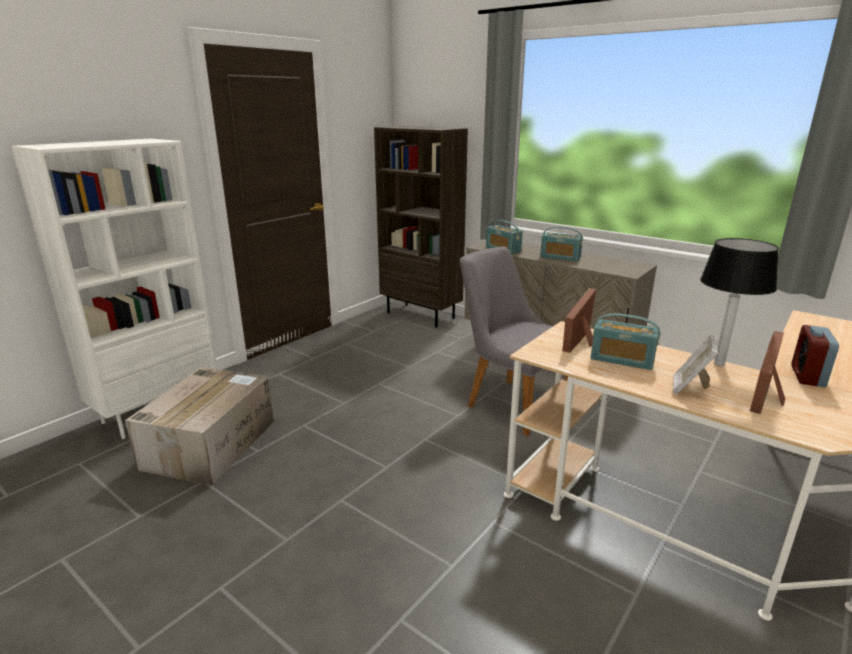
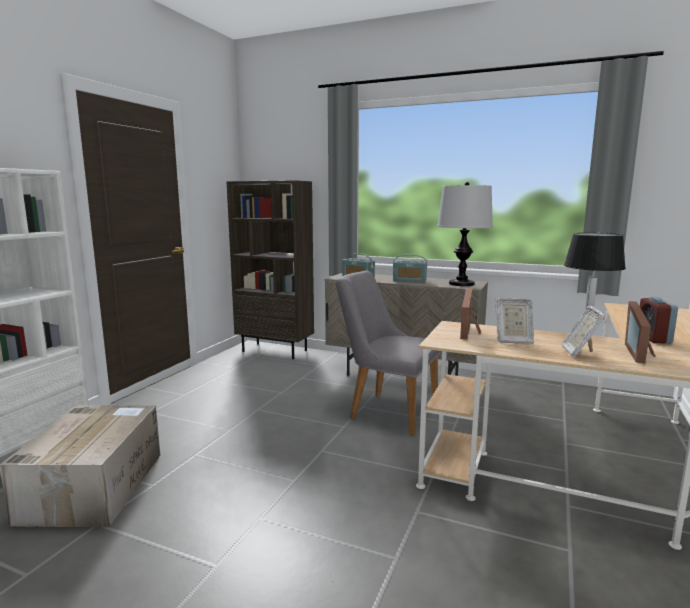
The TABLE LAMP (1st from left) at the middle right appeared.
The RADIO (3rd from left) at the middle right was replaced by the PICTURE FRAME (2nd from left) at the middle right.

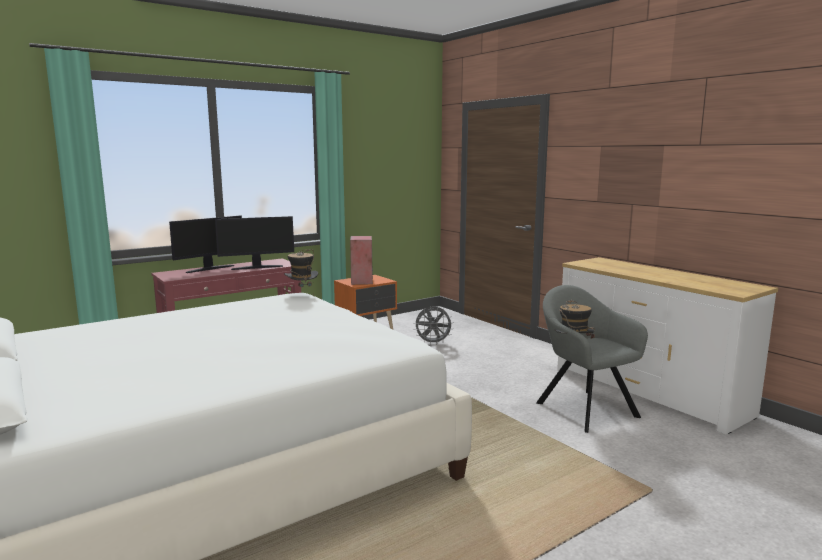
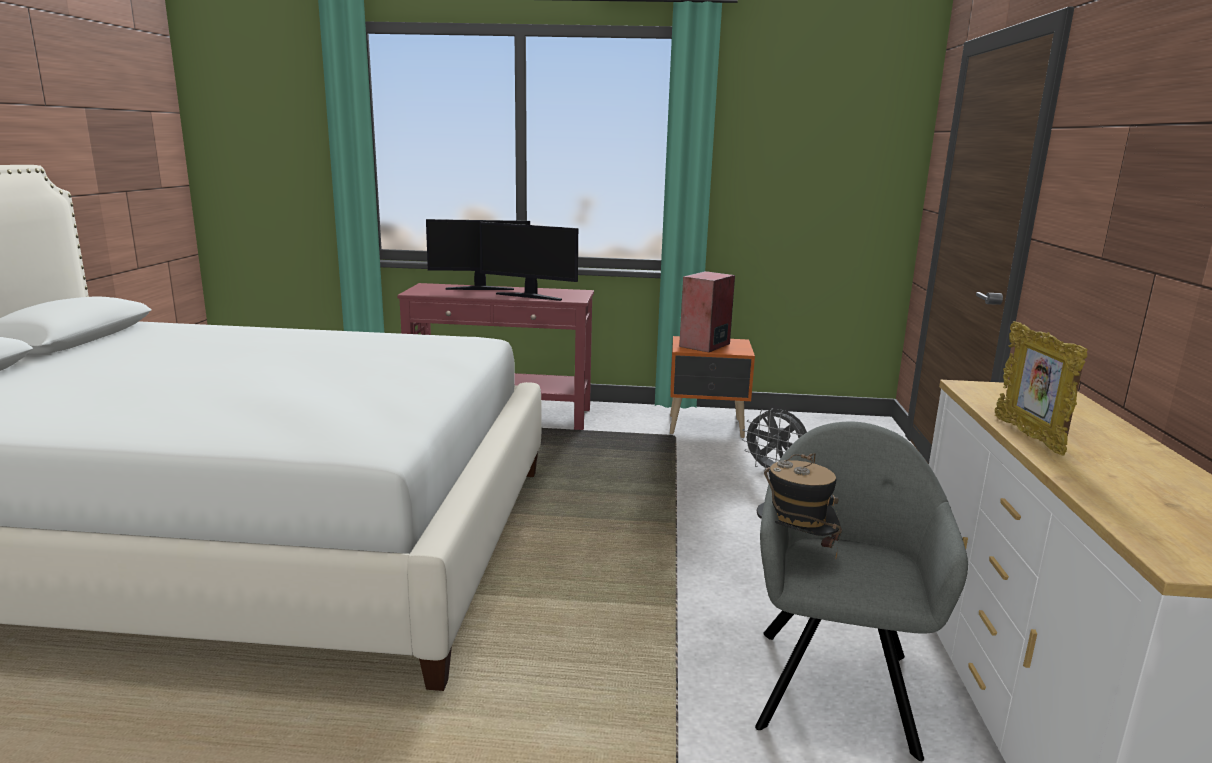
The HAT (1st from left) at the centre disappeared.
The PICTURE FRAME at the middle right appeared.

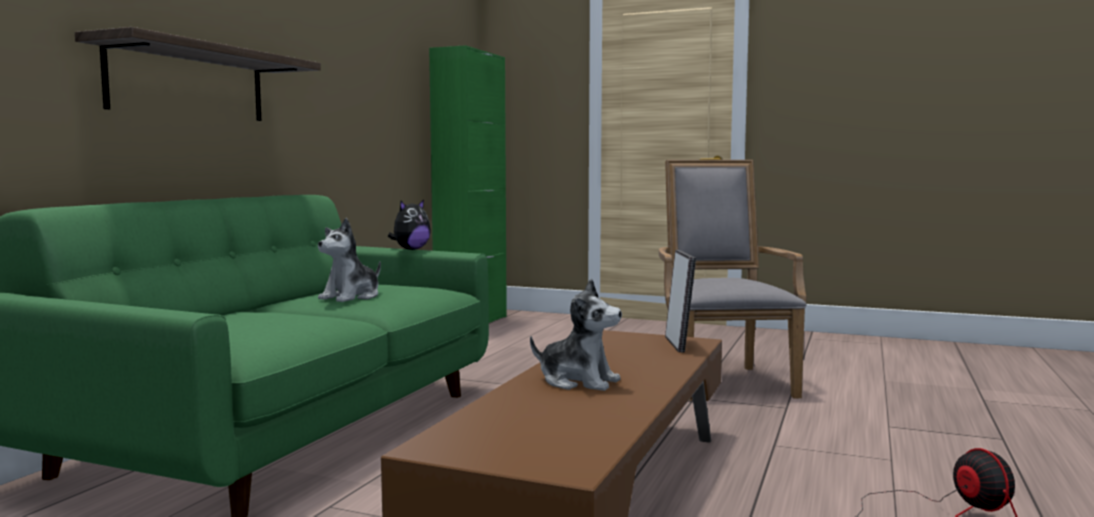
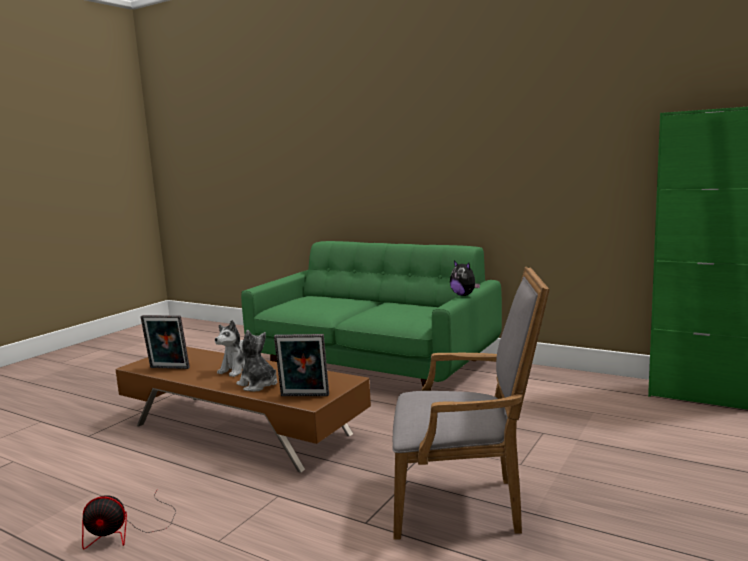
The SHELF at the top left disappeared.
The PICTURE FRAME (1st from left) at the middle left appeared.
The PLUSH TOY (1st from left in the first image) moved from the middle left to the centre.

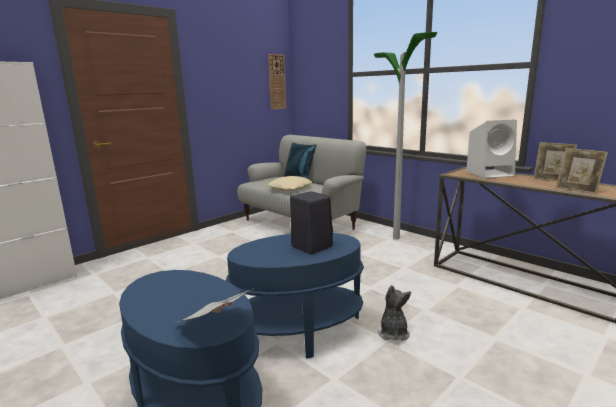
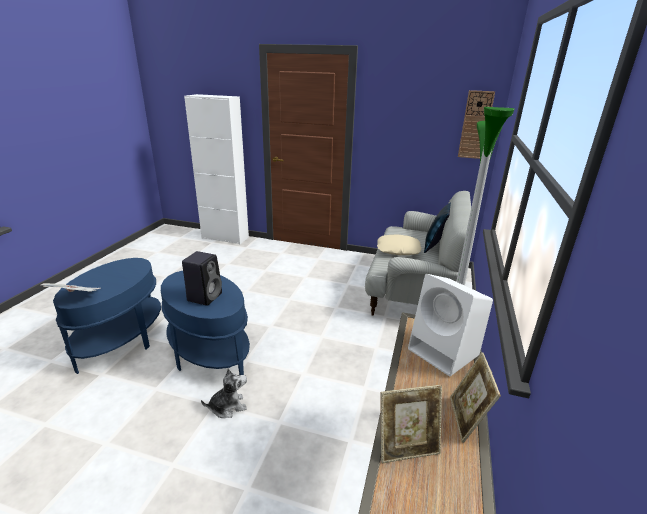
The PICTURE FRAME (2nd from left in the first image) at the middle right turned 120 degrees counterclockwise.

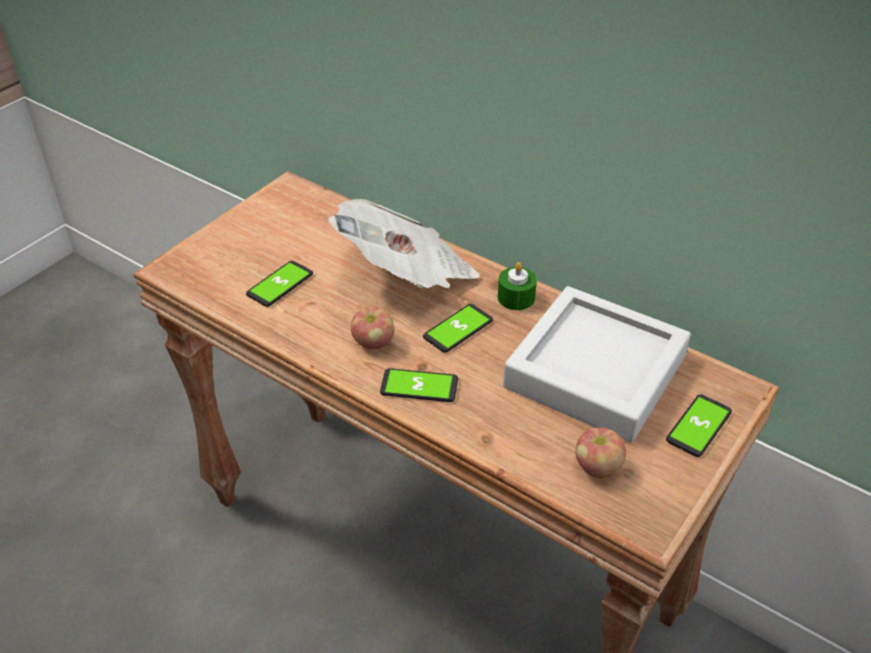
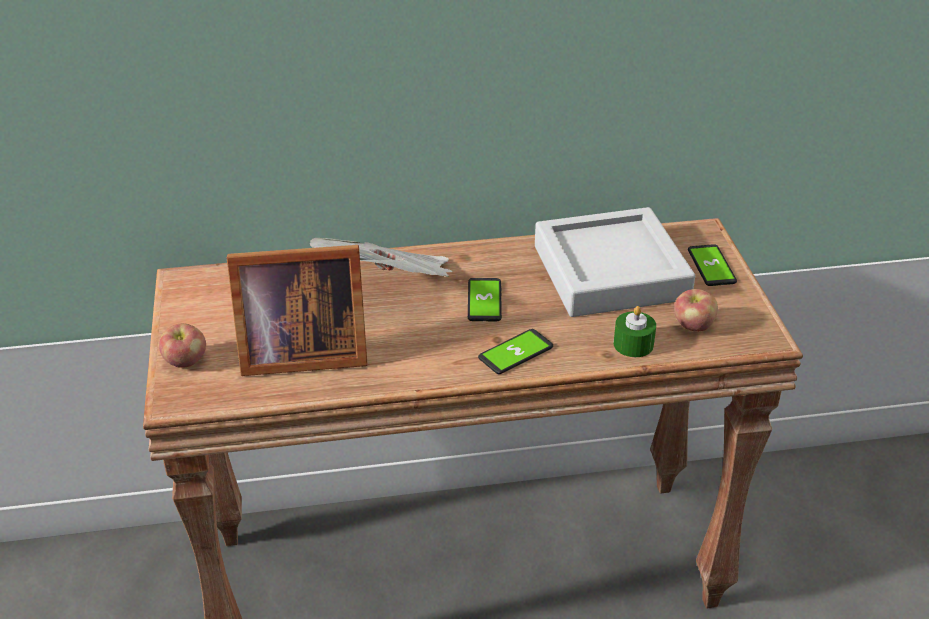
The APPLE (1st from left) moved from the centre to the middle left.
The GREEN CANDLE moved from the centre to the middle right.
The PHONE (1st from left) at the middle left was replaced by the PICTURE FRAME at the middle left.

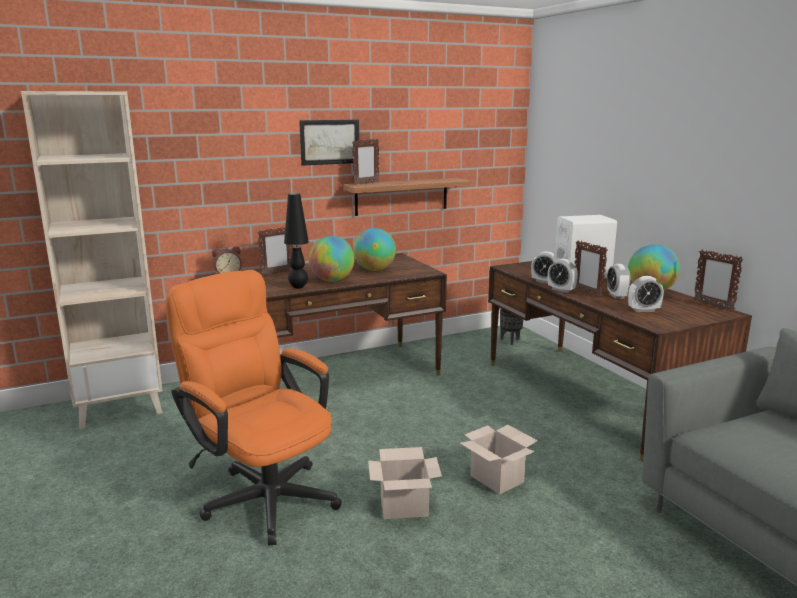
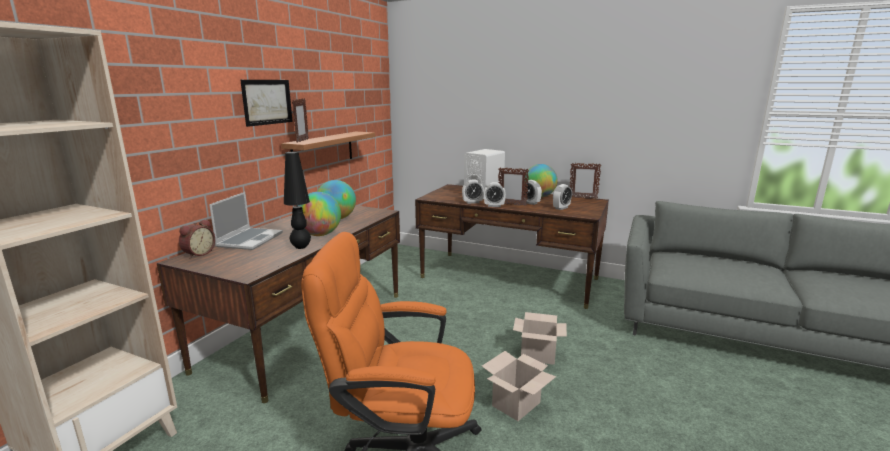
The BLACK PLANTER at the centre disappeared.
The PICTURE FRAME (1st from left) at the centre was replaced by the LAPTOP at the middle left.

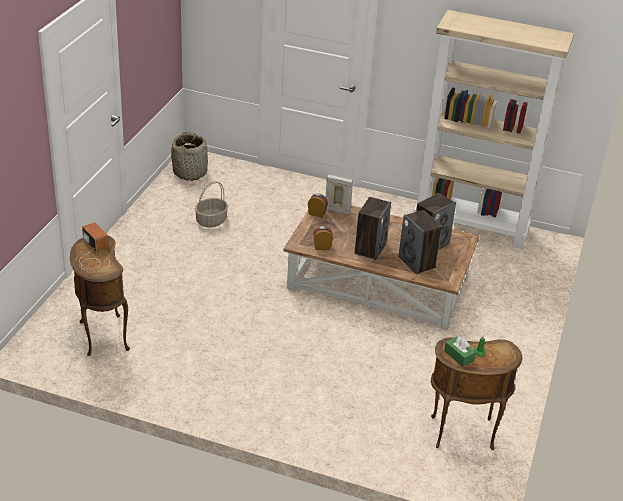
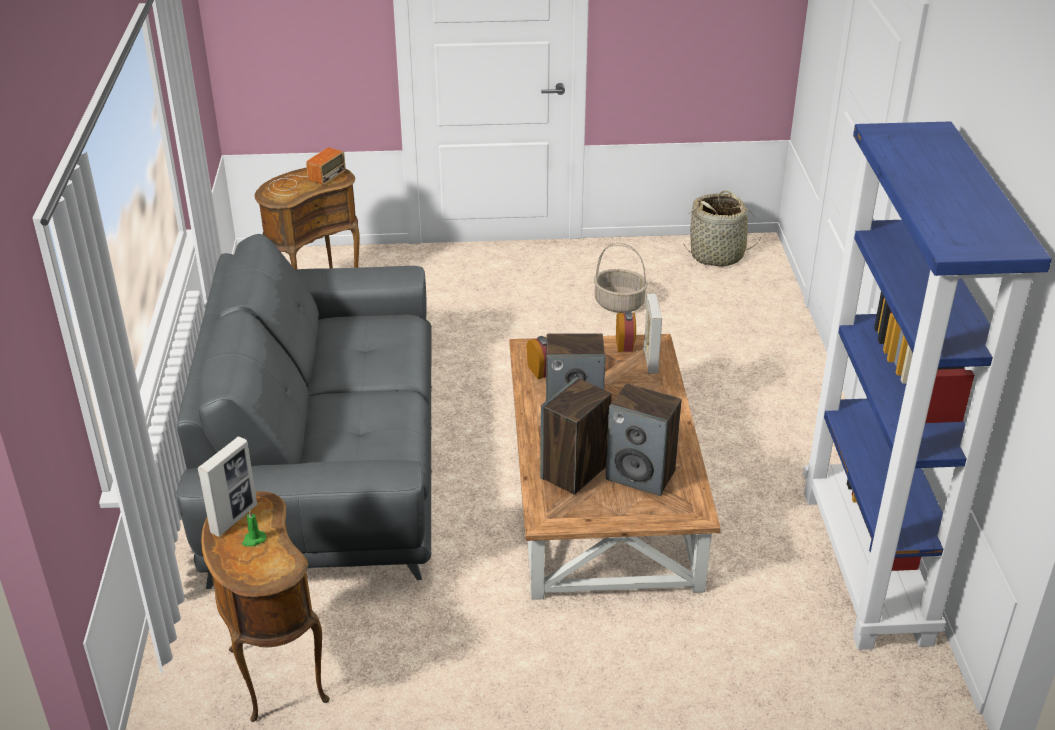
The GREY SOFA at the middle left appeared.
The GREEN TISSUE BOX at the bottom right was replaced by the PICTURE FRAME (1st from left) at the middle left.
The BEIGE BOOKCASE at the top right became the BLUE BOOKCASE at the middle right.

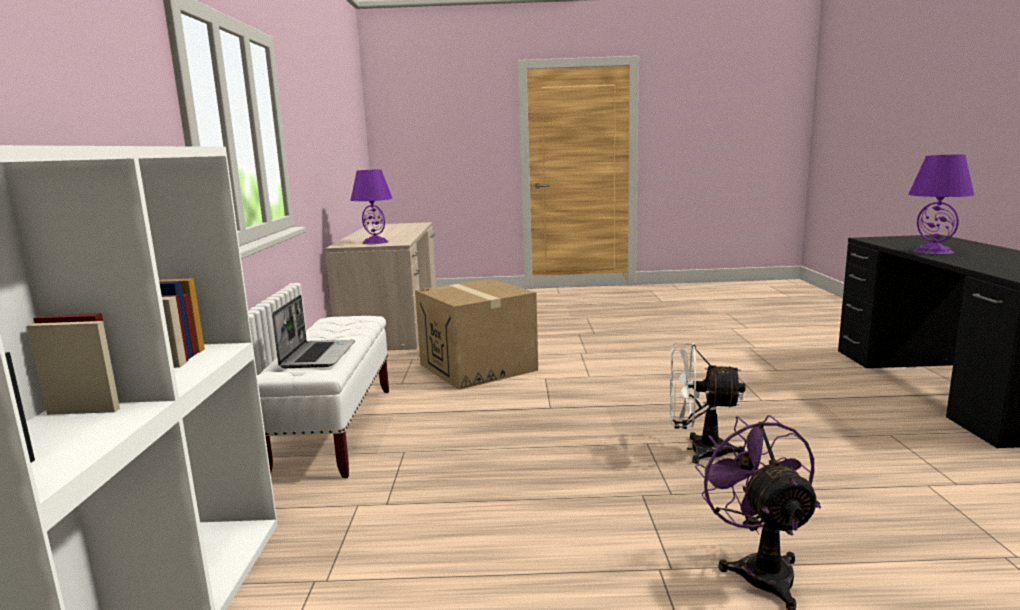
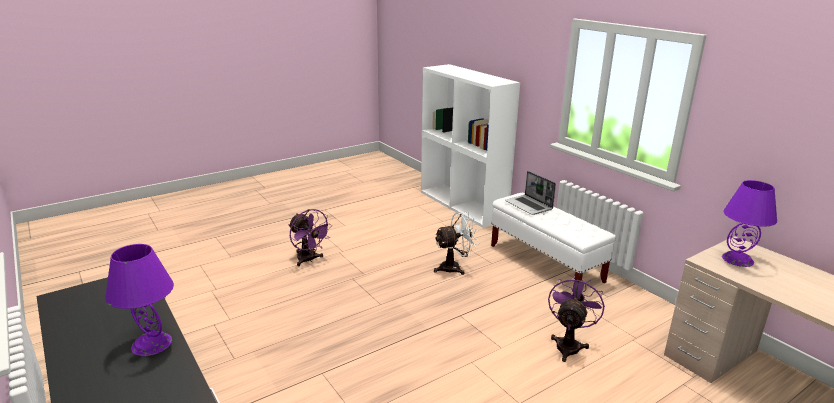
The WHITE FAN moved from the middle right to the centre.
The CARDBOARD BOX at the centre was replaced by the PURPLE FAN (2nd from left) at the bottom right.

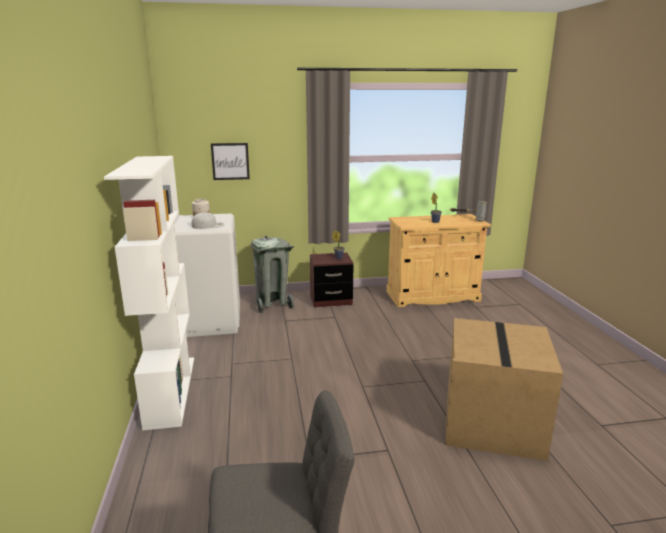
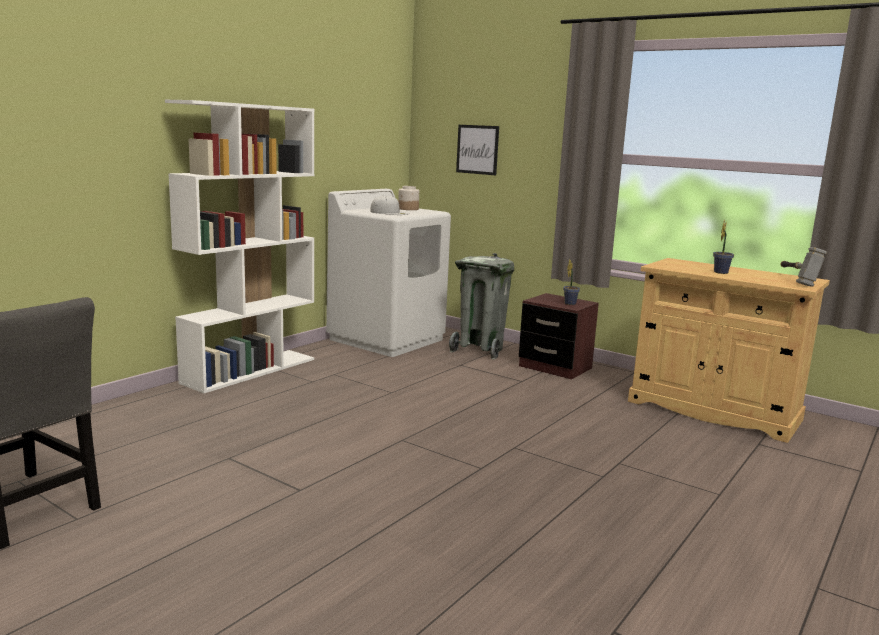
The CARDBOARD BOX at the bottom right disappeared.

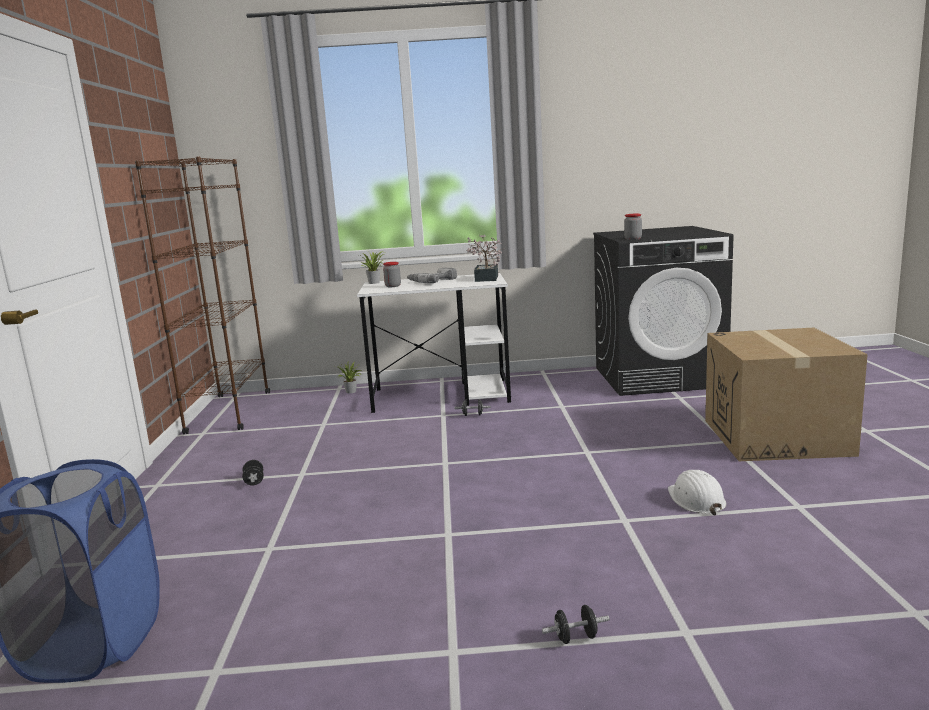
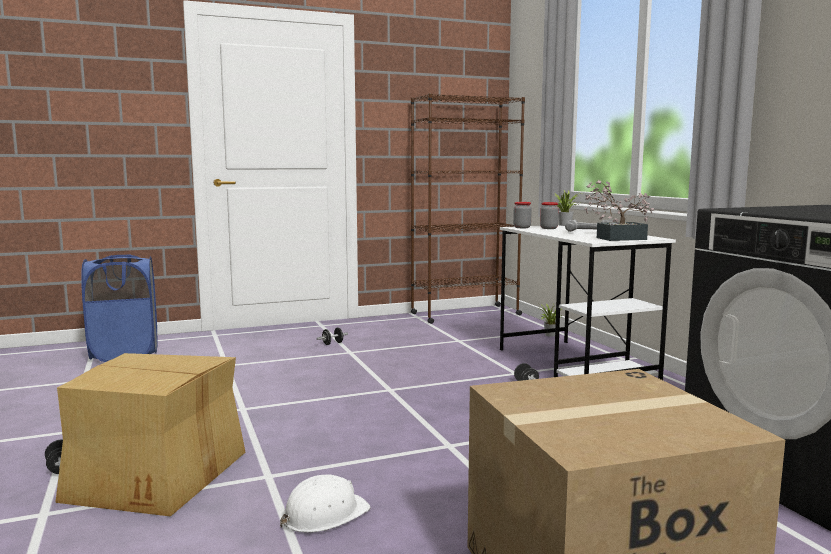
The CARDBOARD BOX (1st from left) at the bottom left appeared.
The JAR (2nd from left in the first image) moved from the top right to the centre.

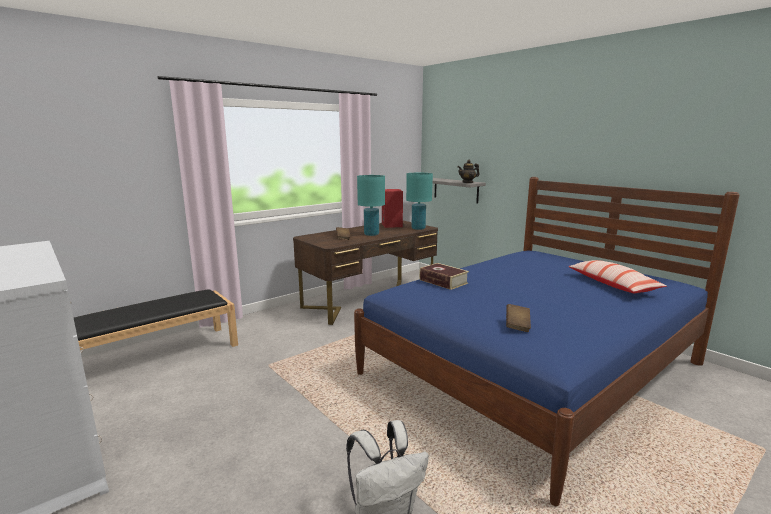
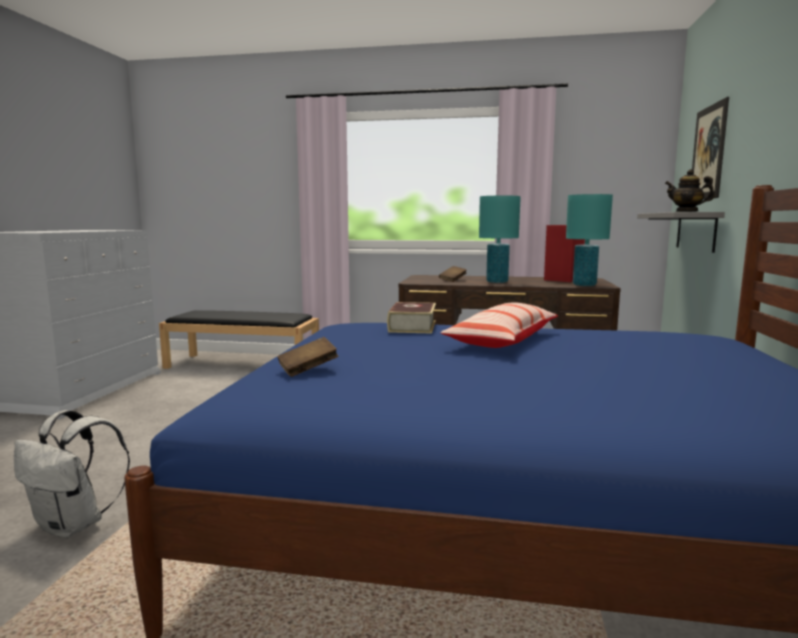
The PICTURE at the top right appeared.
The PILLOW moved from the middle right to the centre.

